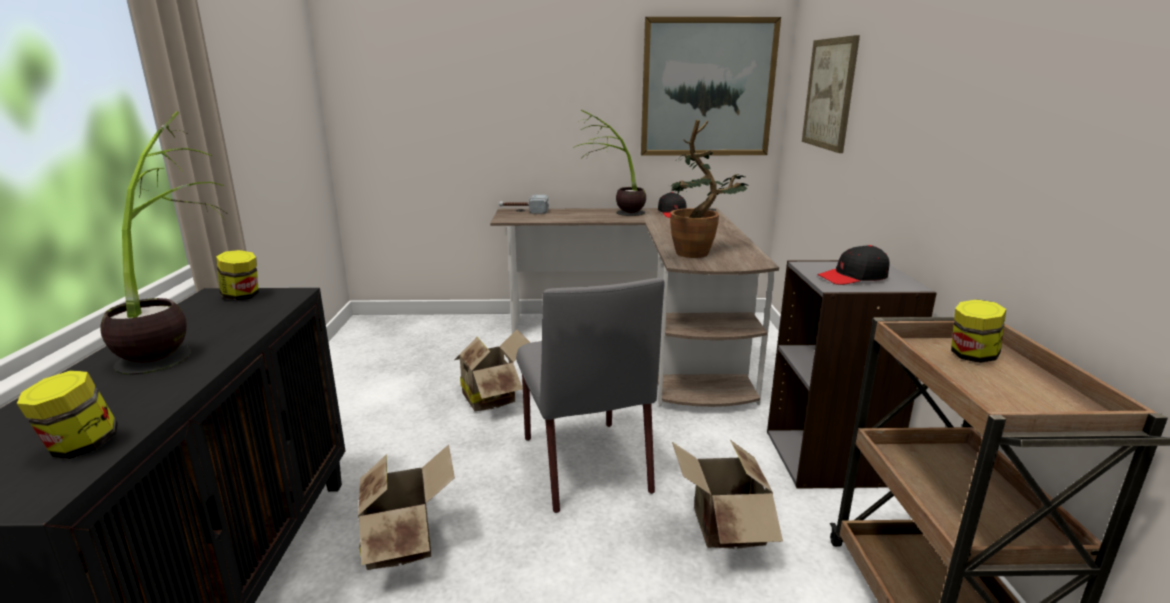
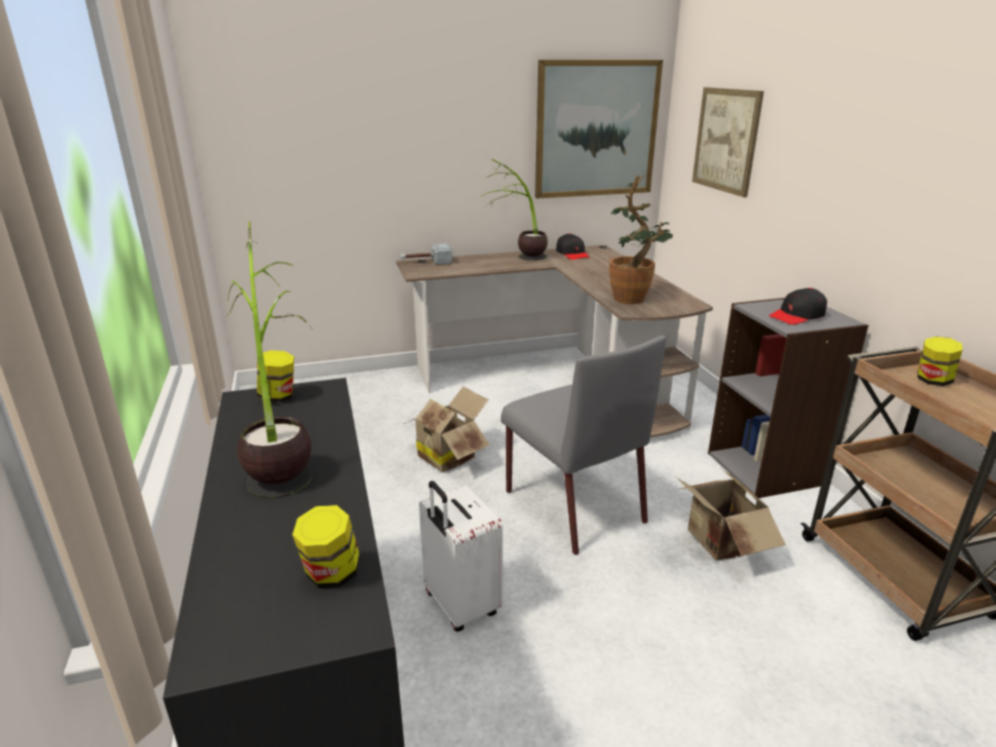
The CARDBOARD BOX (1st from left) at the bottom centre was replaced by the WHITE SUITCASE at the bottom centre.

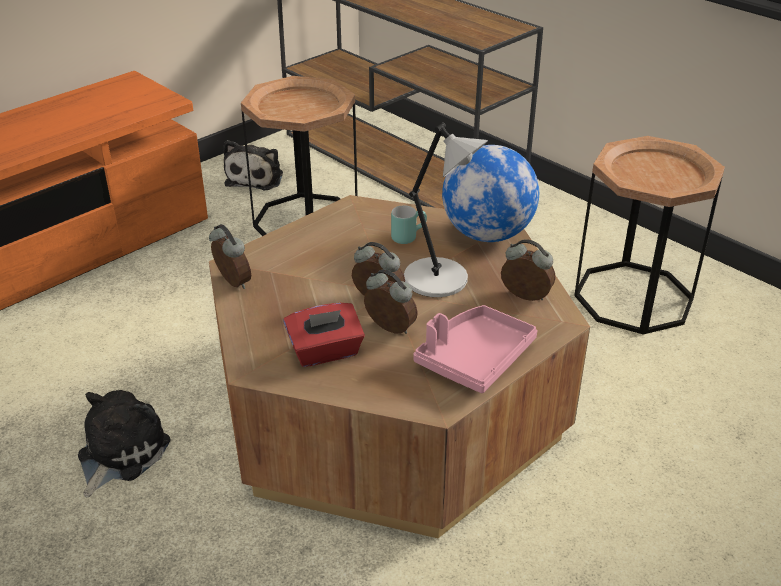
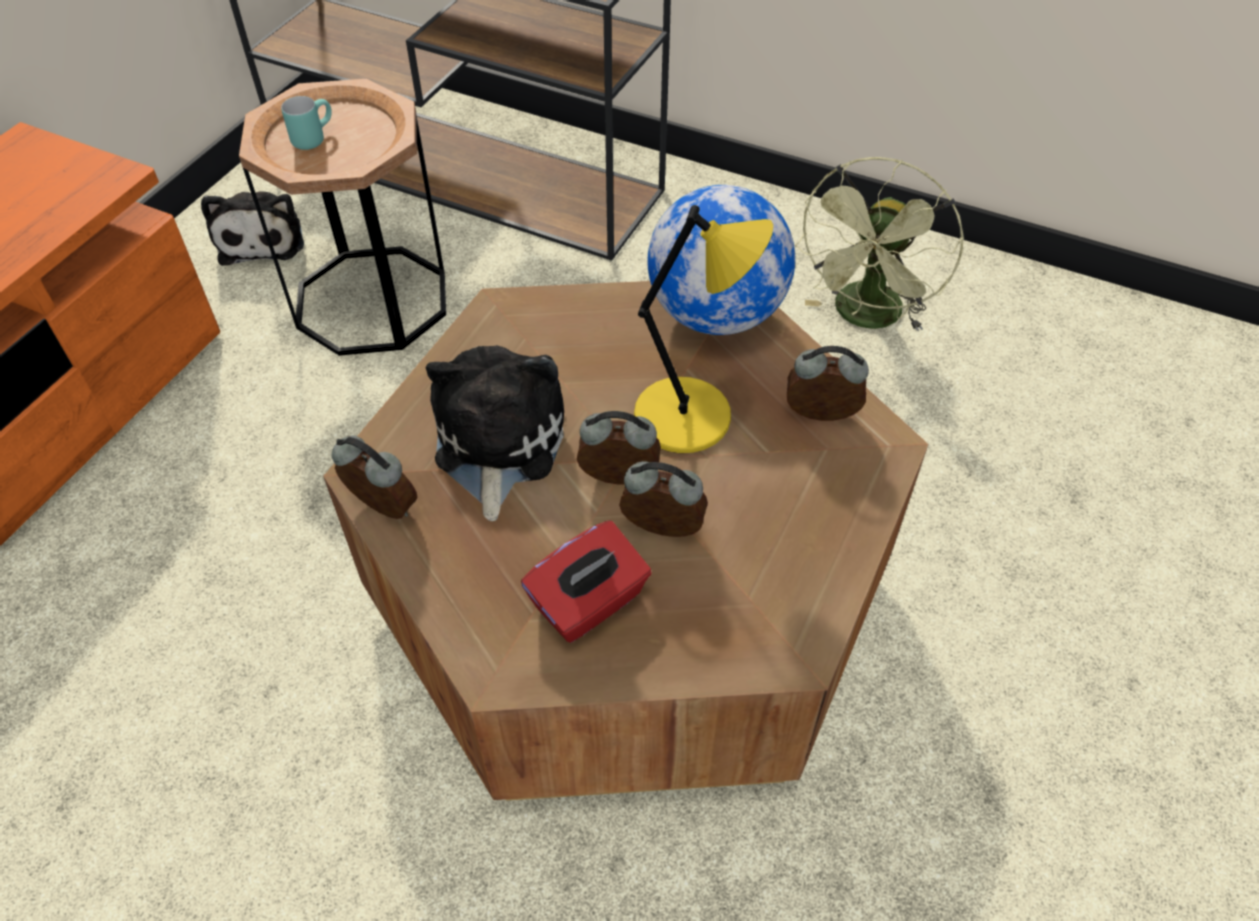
The PINK TRAY at the centre disappeared.
The PLUSH TOY (1st from left in the first image) moved from the bottom left to the centre.
The TURQUOISE MUG moved from the centre to the top left.
The BROWN SIDE TABLE (2nd from left) at the middle right was replaced by the GREEN FAN at the top right.
The GREY TABLE LAMP at the centre became the YELLOW TABLE LAMP at the centre.

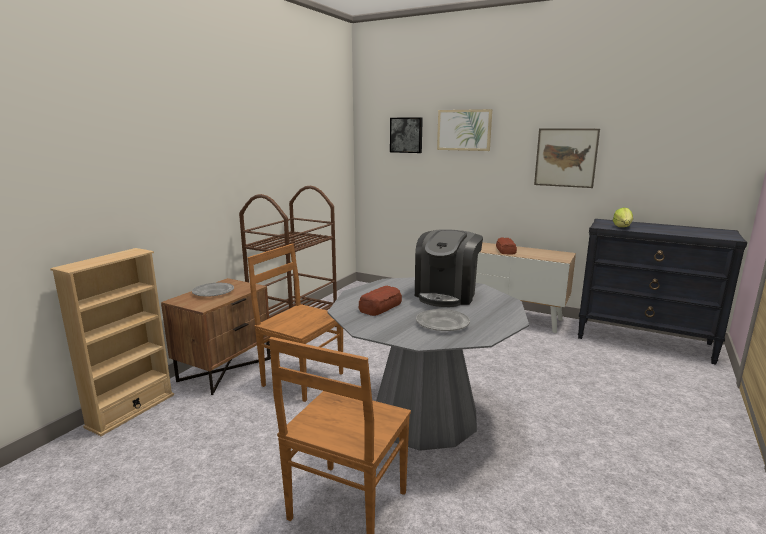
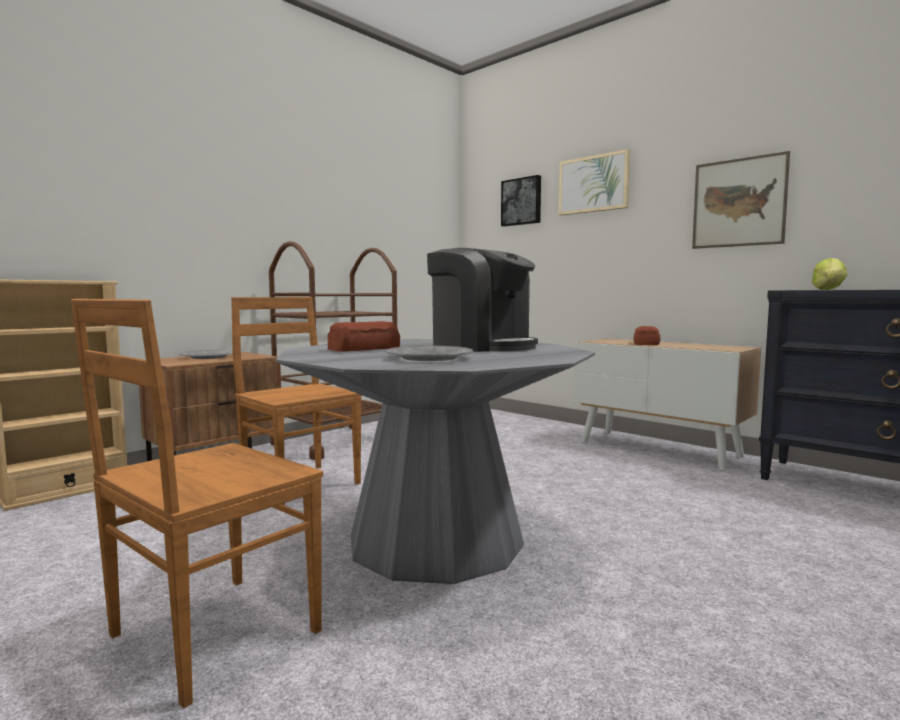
The COFFEE MACHINE at the centre turned 90 degrees counterclockwise.

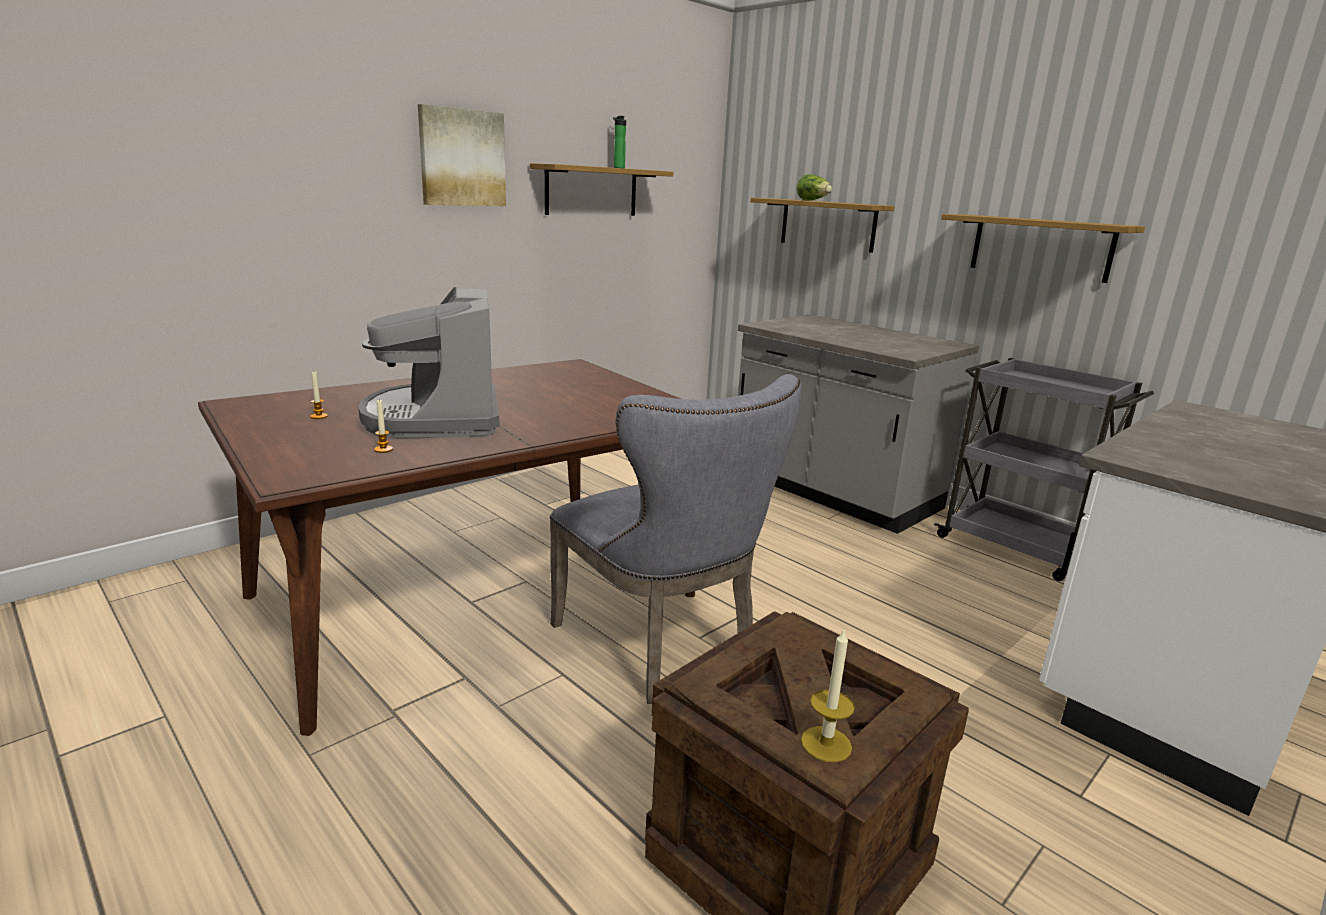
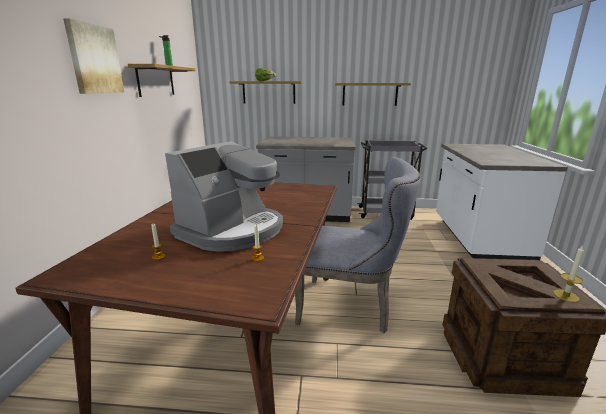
The COFFEE MACHINE at the middle left turned 90 degrees counterclockwise.

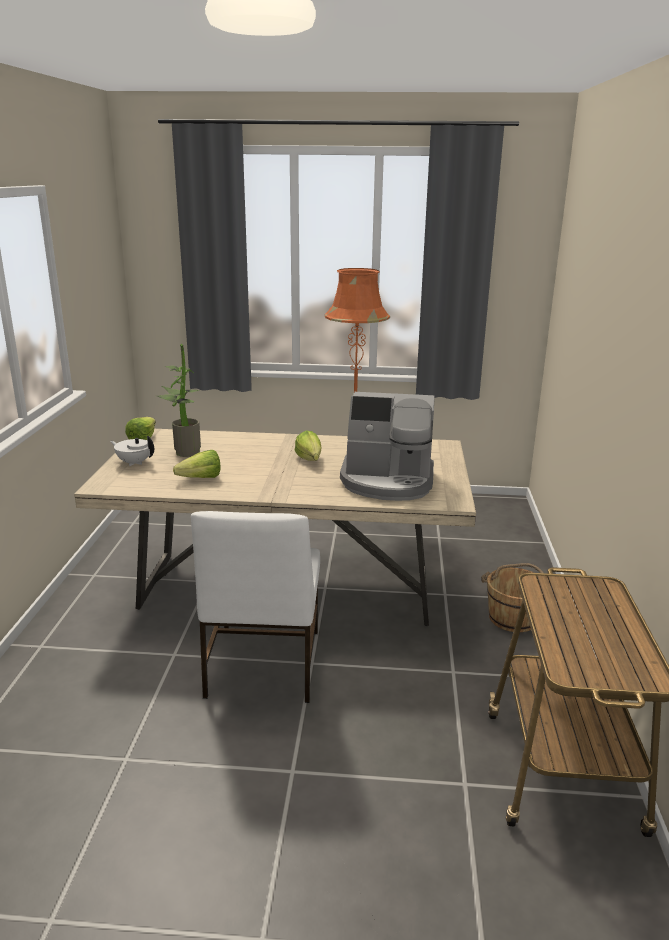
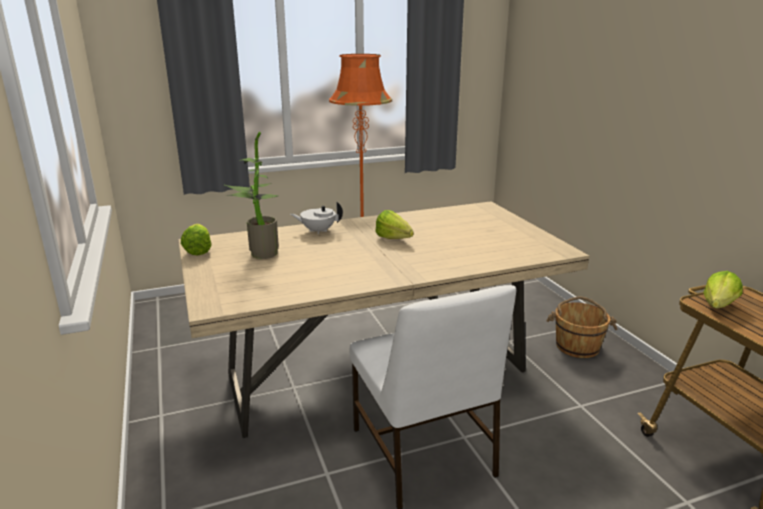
The COFFEE MACHINE at the centre disappeared.
The WHITE TEAPOT moved from the middle left to the centre.
The LETTUCE (2nd from left in the first image) moved from the middle left to the middle right.

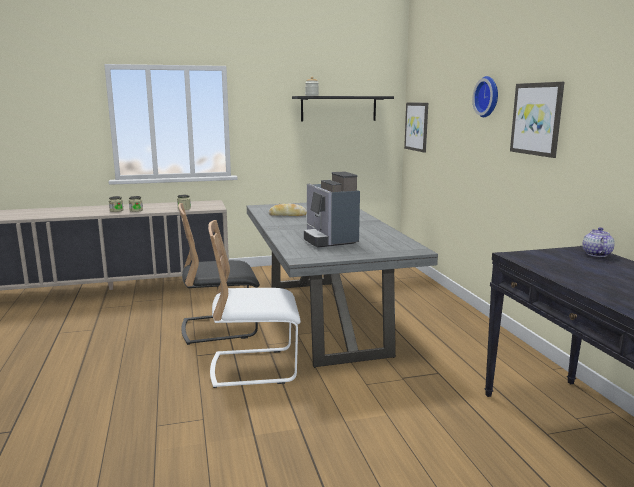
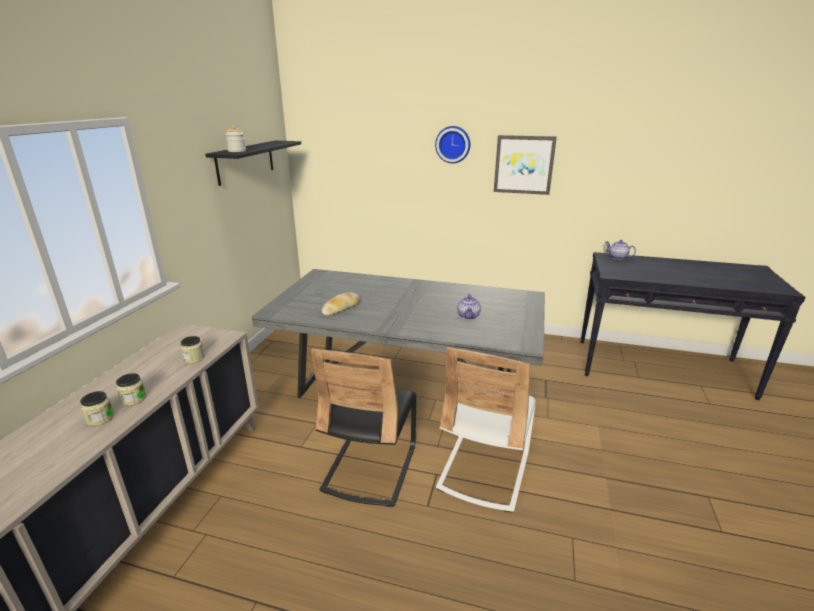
The PICTURE (1st from left) at the top centre disappeared.
The COFFEE MACHINE at the centre was replaced by the TEAPOT (1st from left) at the centre.

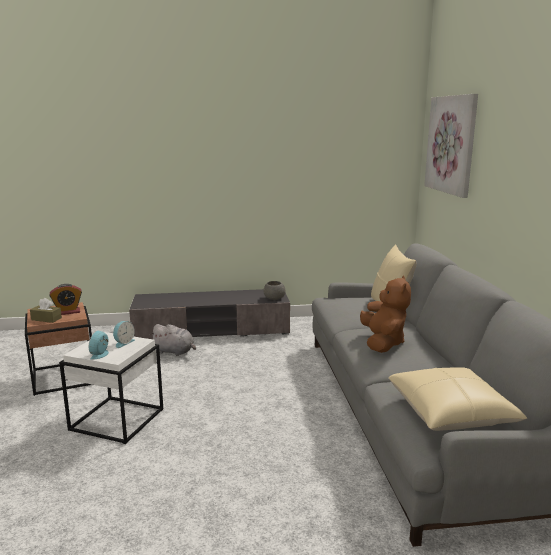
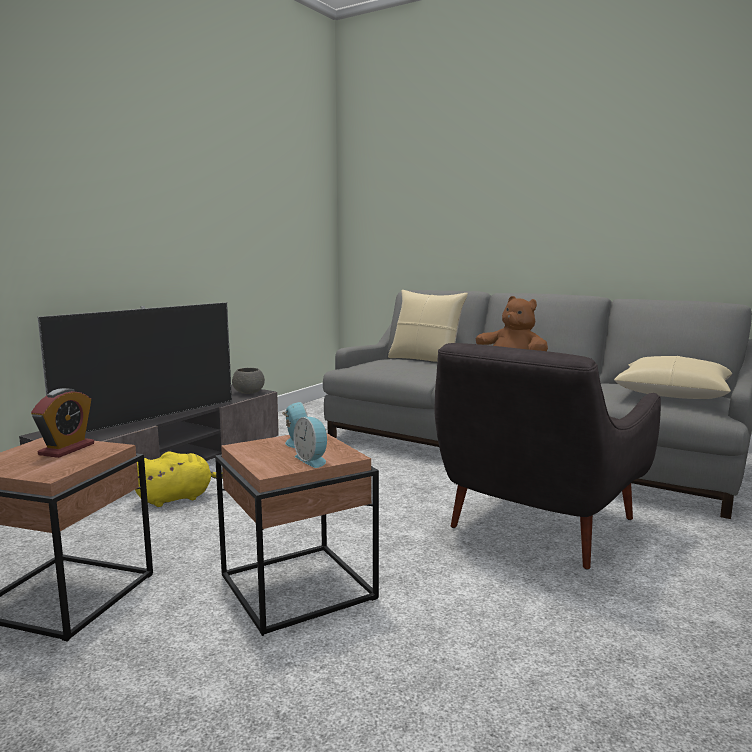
The BROWN TISSUE BOX at the middle left disappeared.
The PICTURE at the top right disappeared.
The TELEVISION at the middle left appeared.
The GREY ARMCHAIR at the middle right appeared.
The WHITE SIDE TABLE at the bottom left became the BROWN SIDE TABLE (2nd from left) at the bottom centre.
The GREY PLUSH TOY at the middle left became the YELLOW PLUSH TOY at the middle left.

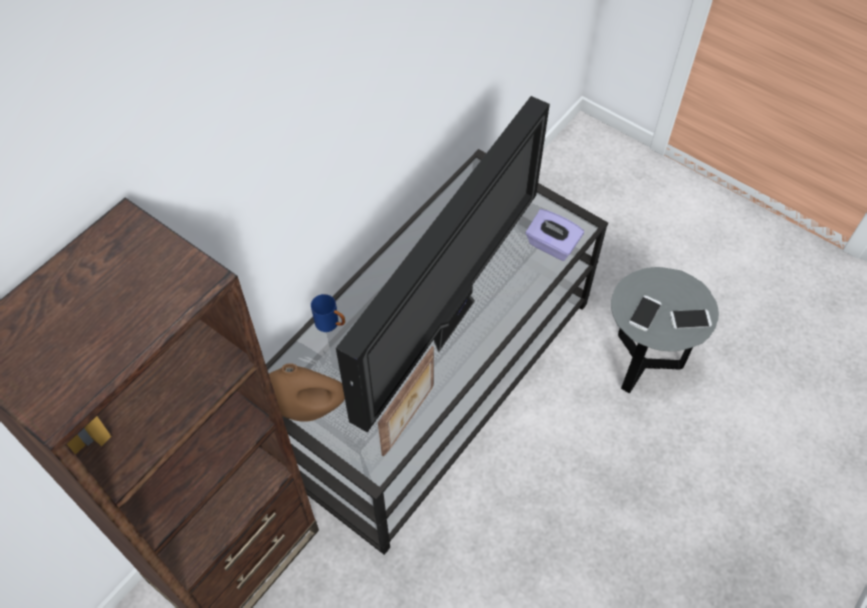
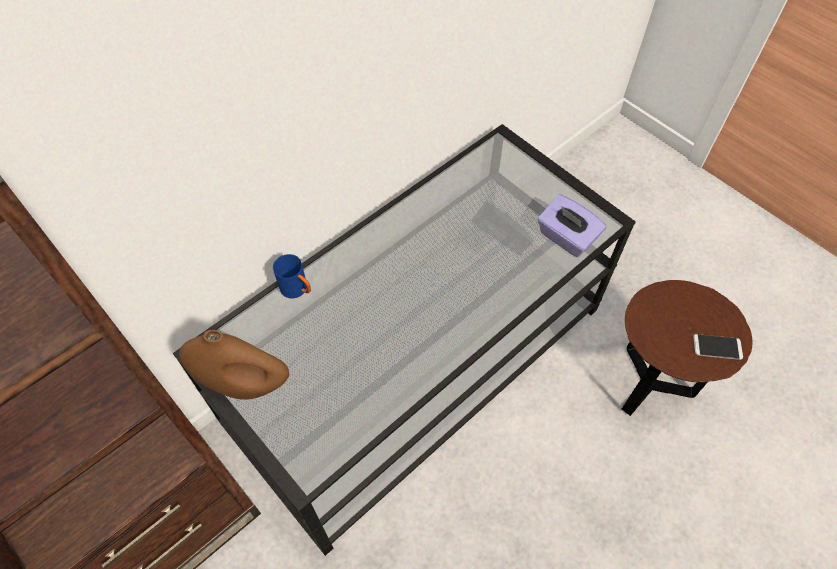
The TELEVISION at the centre disappeared.
The PICTURE FRAME at the centre disappeared.
The PHONE (1st from left) at the middle right disappeared.
The GREY SIDE TABLE at the middle right became the BROWN SIDE TABLE at the middle right.

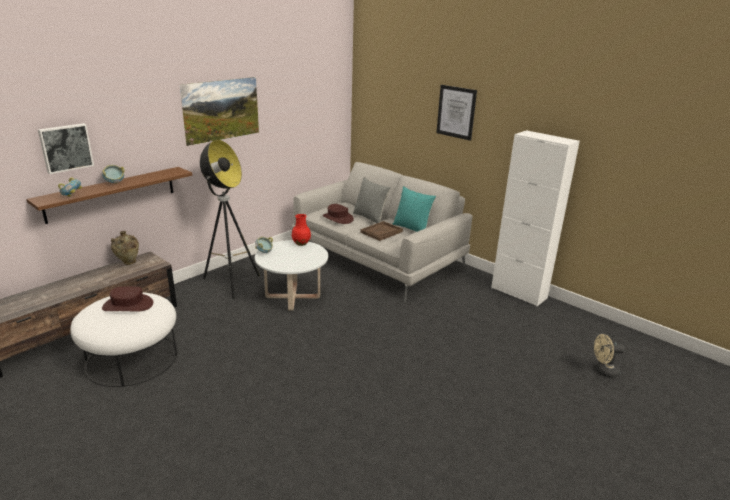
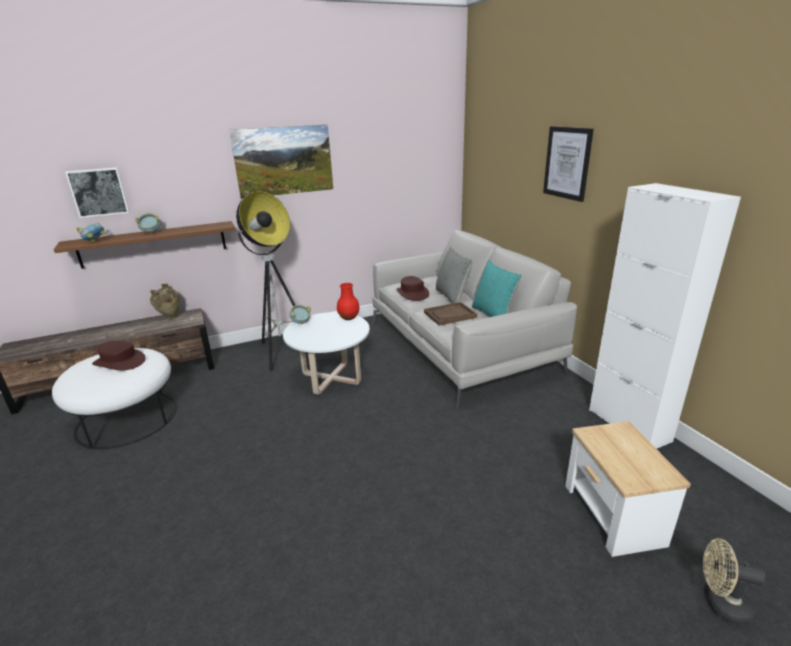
The SIDE TABLE at the bottom right appeared.

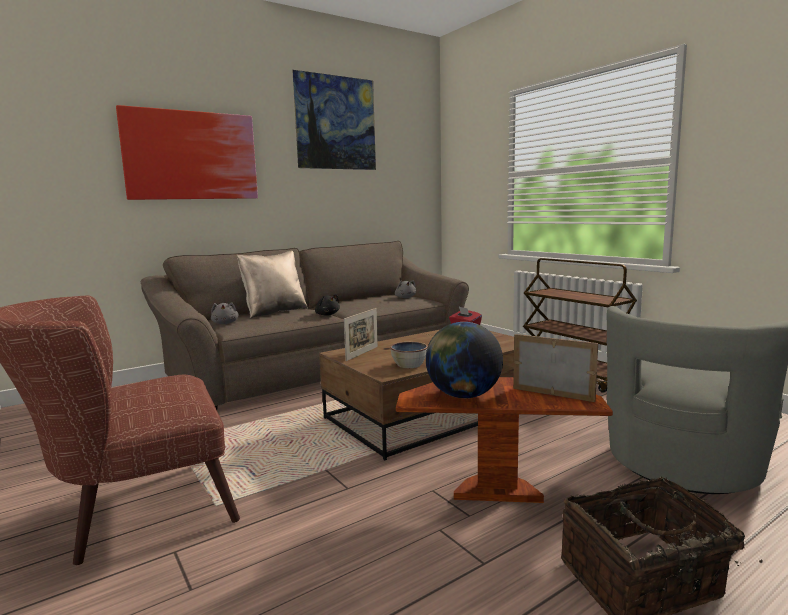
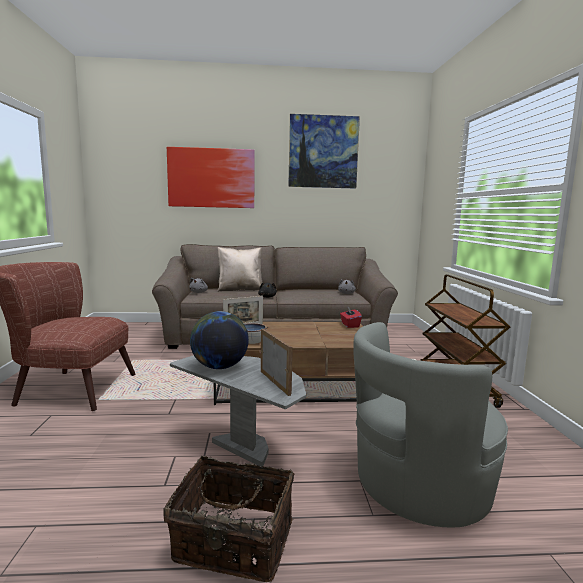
The BROWN SIDE TABLE at the bottom centre became the GREY SIDE TABLE at the bottom centre.

